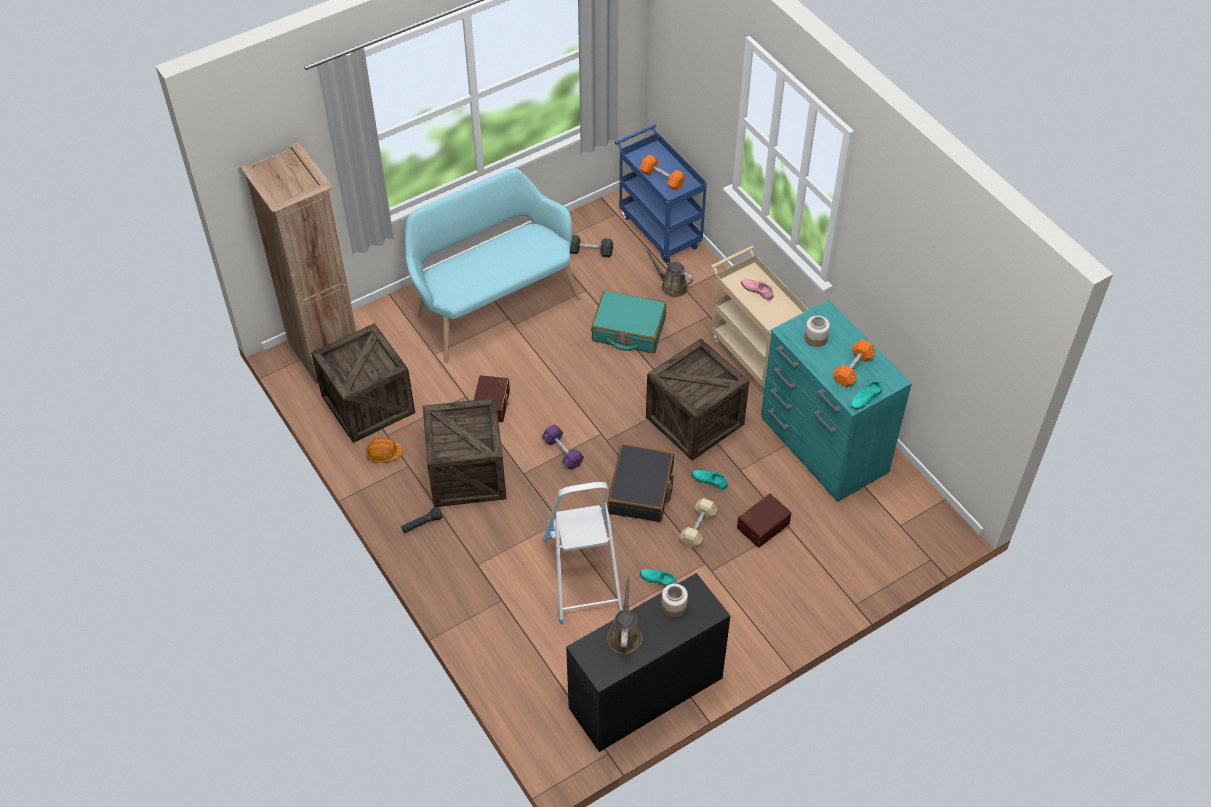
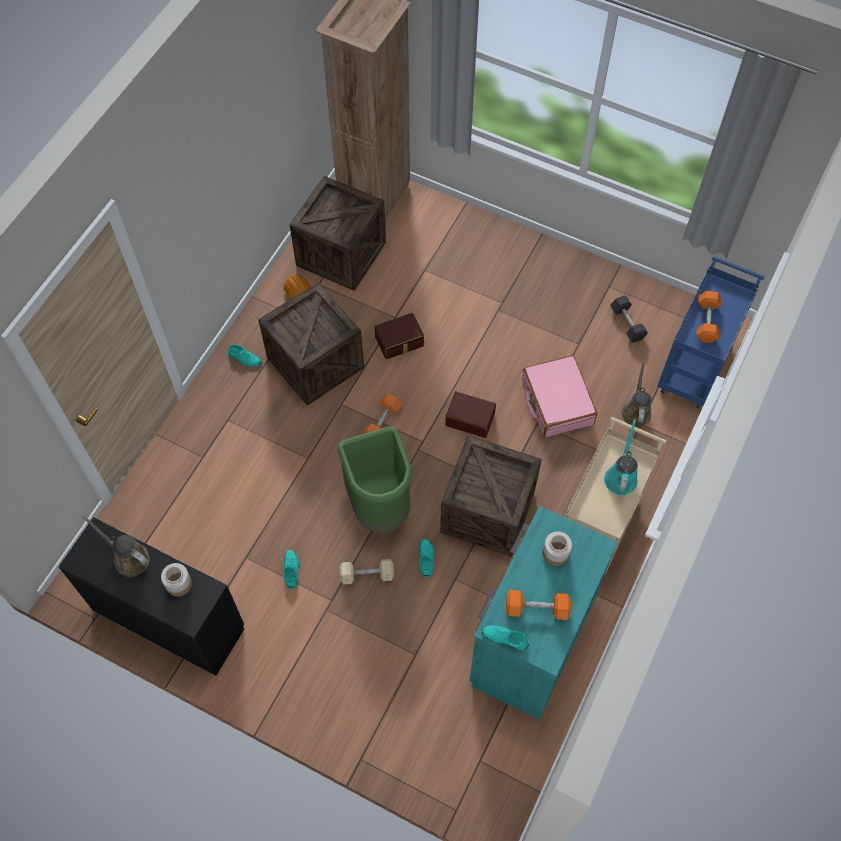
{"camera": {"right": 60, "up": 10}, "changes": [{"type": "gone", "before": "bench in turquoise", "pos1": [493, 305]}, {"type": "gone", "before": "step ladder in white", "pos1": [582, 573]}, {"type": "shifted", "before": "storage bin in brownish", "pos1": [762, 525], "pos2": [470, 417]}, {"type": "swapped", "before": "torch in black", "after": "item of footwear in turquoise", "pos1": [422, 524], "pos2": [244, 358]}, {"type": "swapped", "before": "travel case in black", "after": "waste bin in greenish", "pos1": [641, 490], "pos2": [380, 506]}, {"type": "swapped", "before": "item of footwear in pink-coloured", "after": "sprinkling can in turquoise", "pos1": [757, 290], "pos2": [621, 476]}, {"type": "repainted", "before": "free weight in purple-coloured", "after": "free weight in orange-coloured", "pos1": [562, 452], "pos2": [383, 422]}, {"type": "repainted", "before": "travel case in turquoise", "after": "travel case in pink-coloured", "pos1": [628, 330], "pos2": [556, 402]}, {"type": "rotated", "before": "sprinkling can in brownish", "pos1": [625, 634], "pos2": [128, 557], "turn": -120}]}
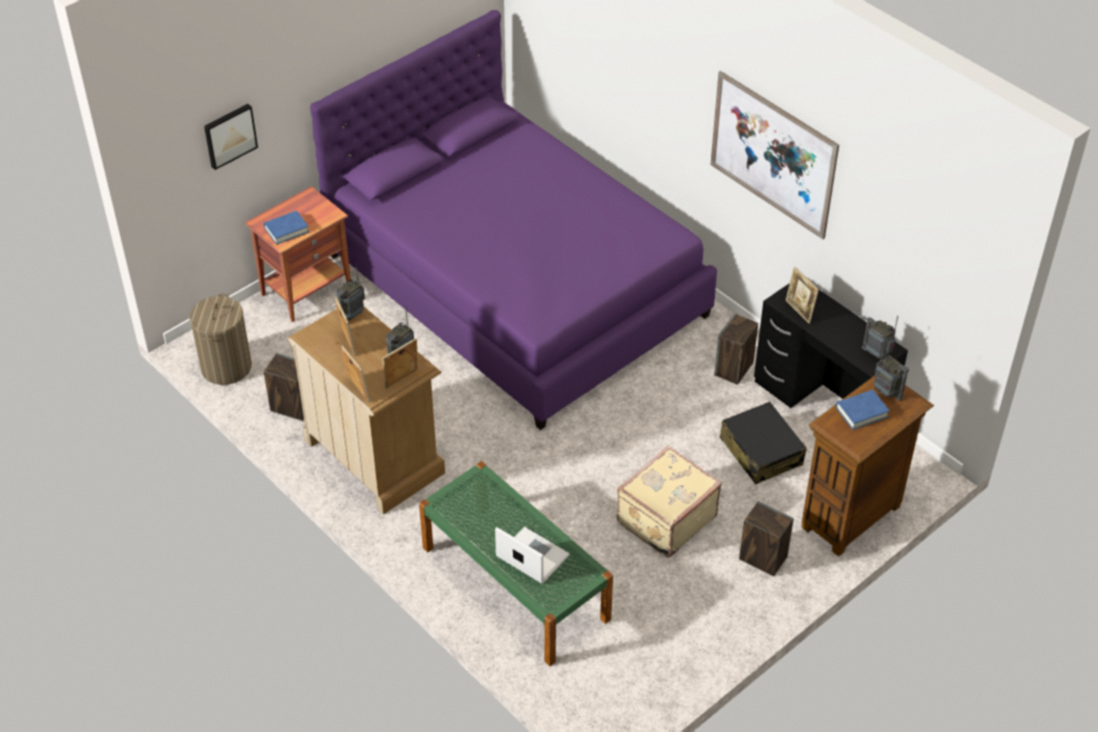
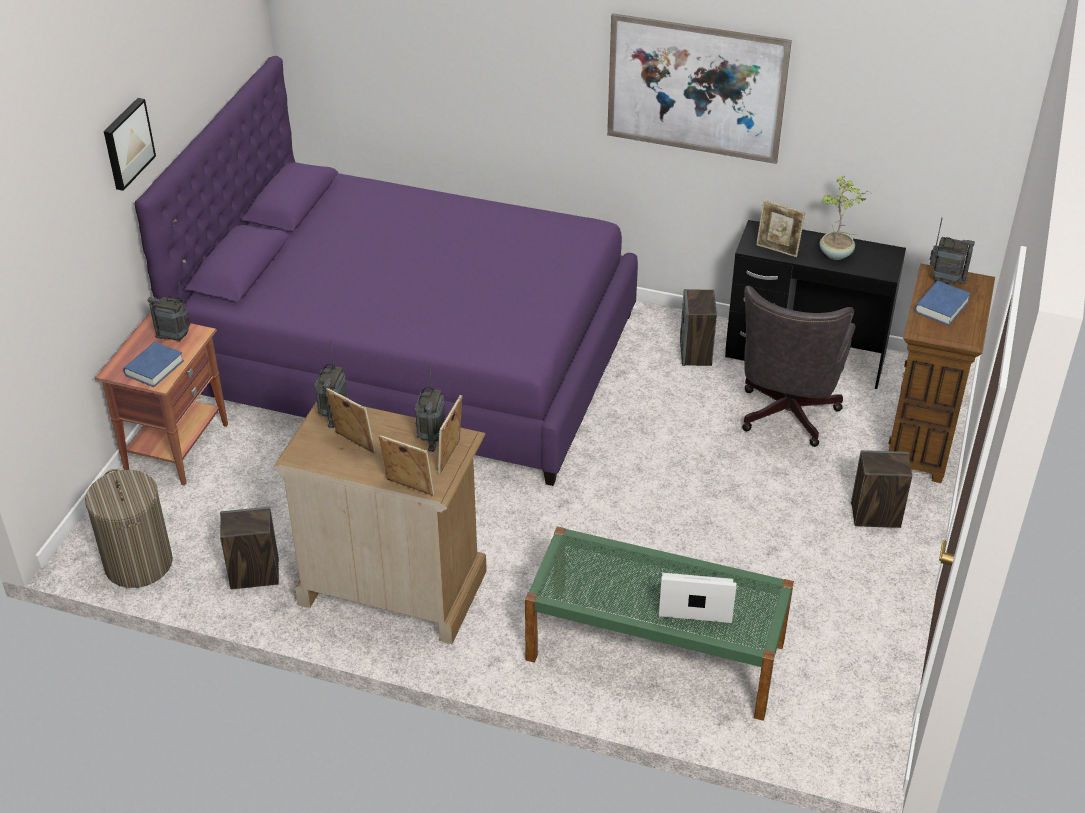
{"camera": {"right": -30, "up": -5}, "changes": [{"type": "gone", "before": "travel case in sand-coloured", "pos1": [665, 519]}, {"type": "new", "after": "plant in a pot", "pos2": [836, 254]}, {"type": "shifted", "before": "wall art", "pos1": [229, 135], "pos2": [127, 143]}, {"type": "shifted", "before": "radio receiver", "pos1": [877, 354], "pos2": [175, 338]}, {"type": "swapped", "before": "travel case in black", "after": "office chair in gray", "pos1": [761, 451], "pos2": [786, 417]}]}
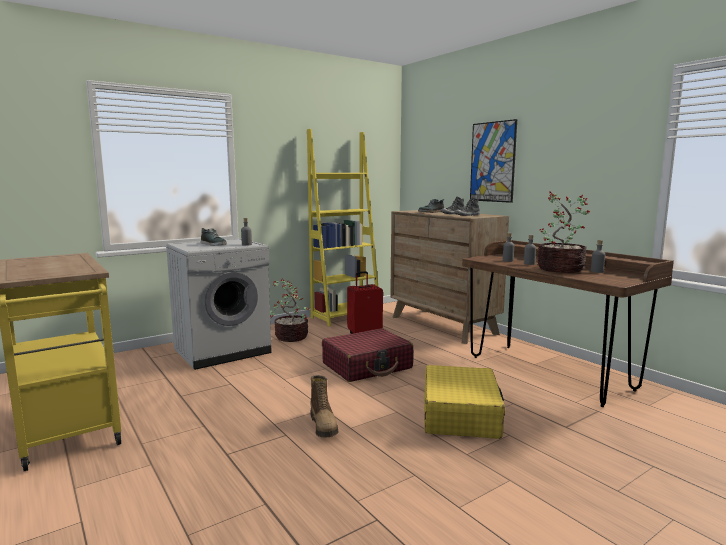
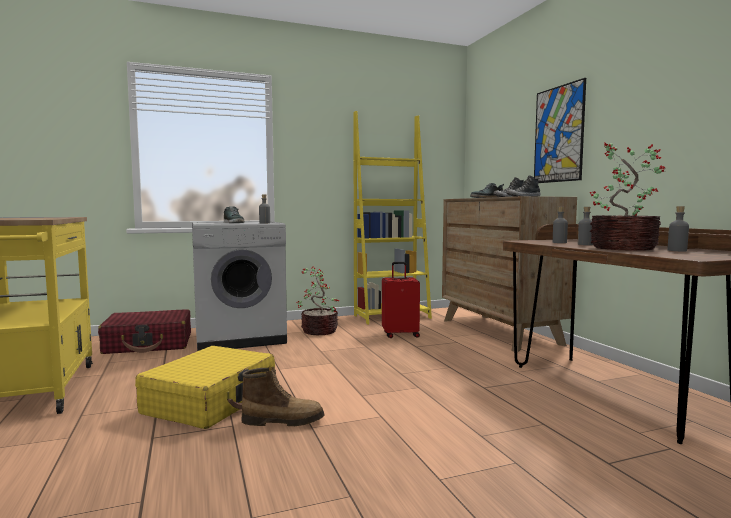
{"camera": {"right": 15, "up": -5}, "changes": [{"type": "shifted", "before": "travel case in reddish", "pos1": [367, 366], "pos2": [149, 344]}, {"type": "shifted", "before": "travel case in yellowish", "pos1": [460, 414], "pos2": [211, 401]}, {"type": "rotated", "before": "high-top boot", "pos1": [324, 425], "pos2": [283, 421], "turn": -90}]}
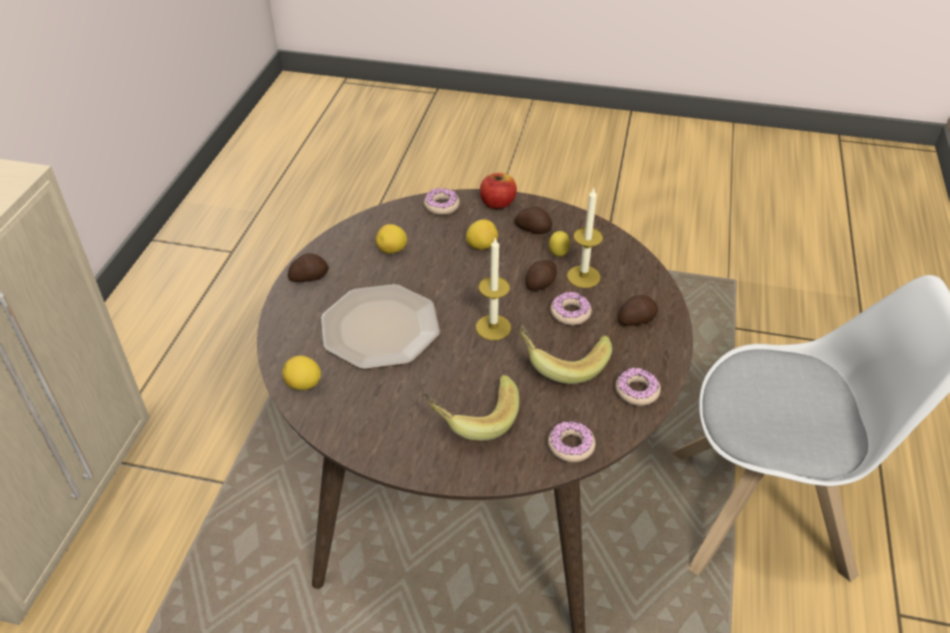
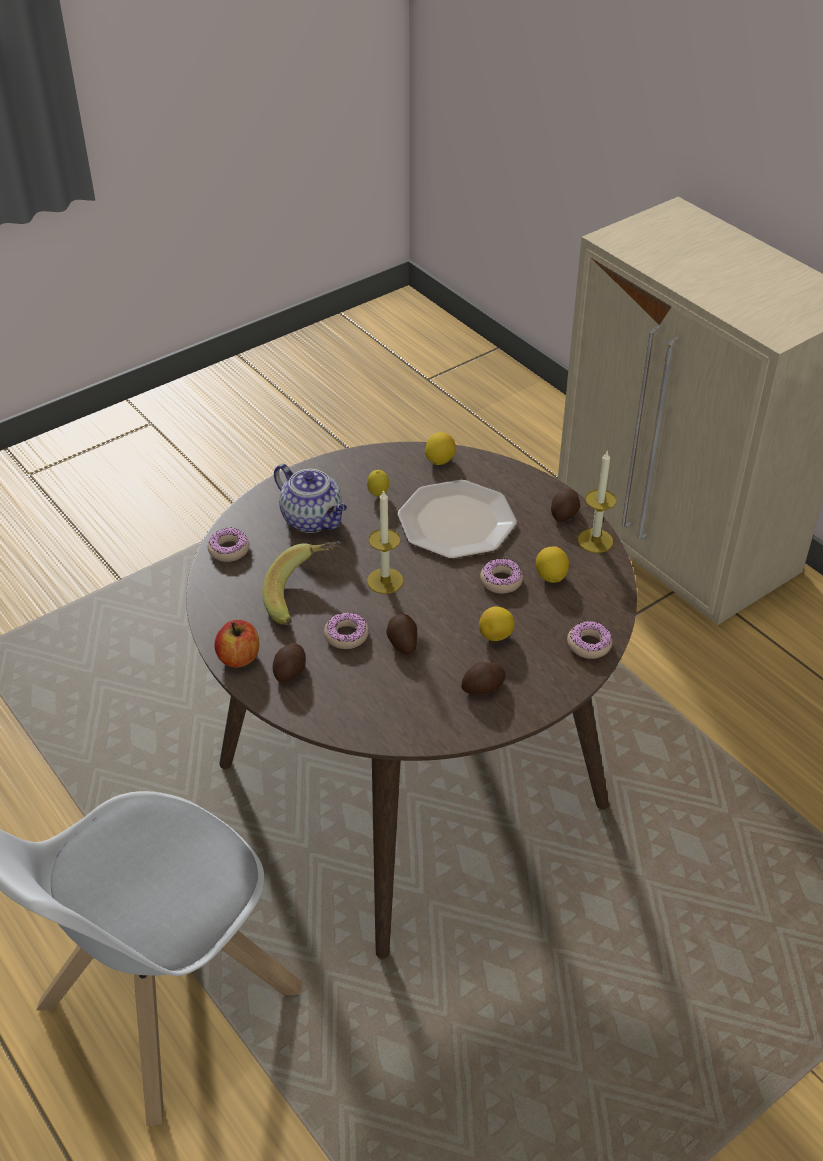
{"camera": {"right": 130, "up": 0}, "changes": [{"type": "shifted", "before": "apple", "pos1": [497, 203], "pos2": [239, 657]}, {"type": "shifted", "before": "lemon", "pos1": [558, 255], "pos2": [378, 495]}, {"type": "shifted", "before": "wax light", "pos1": [583, 276], "pos2": [595, 541]}, {"type": "shifted", "before": "doughnut", "pos1": [637, 391], "pos2": [501, 581]}, {"type": "swapped", "before": "banana fruit", "after": "teapot", "pos1": [472, 416], "pos2": [313, 520]}]}
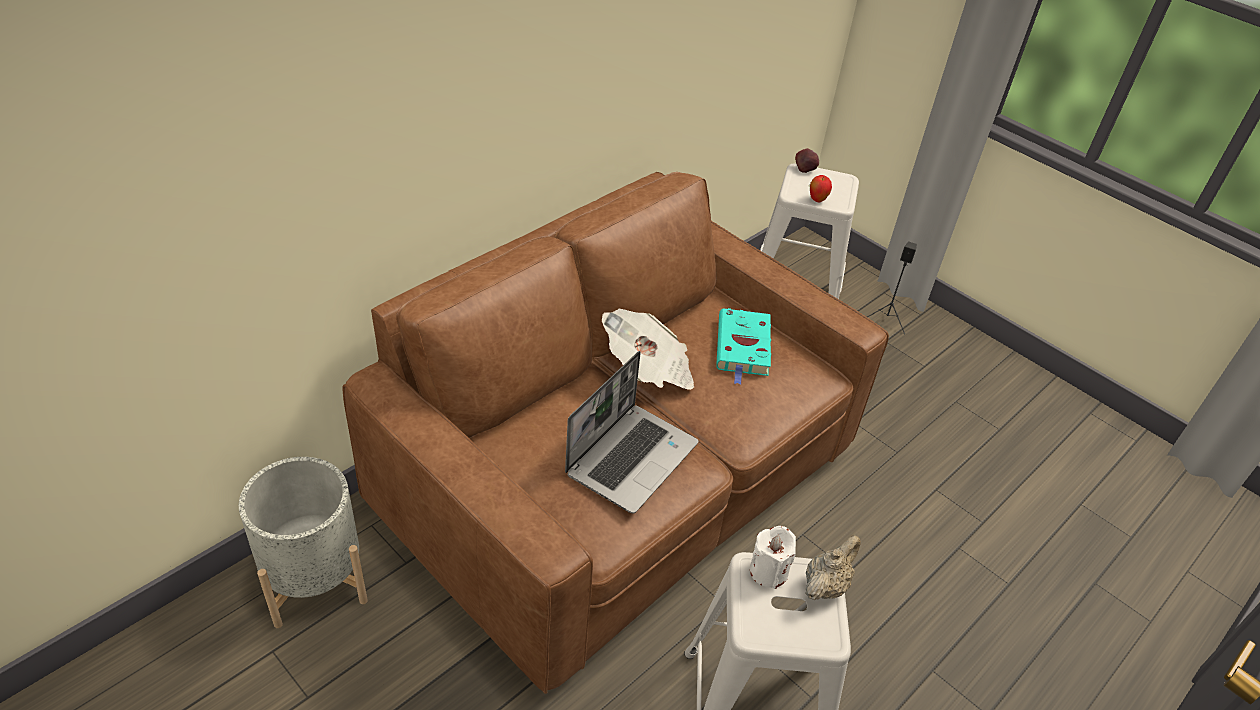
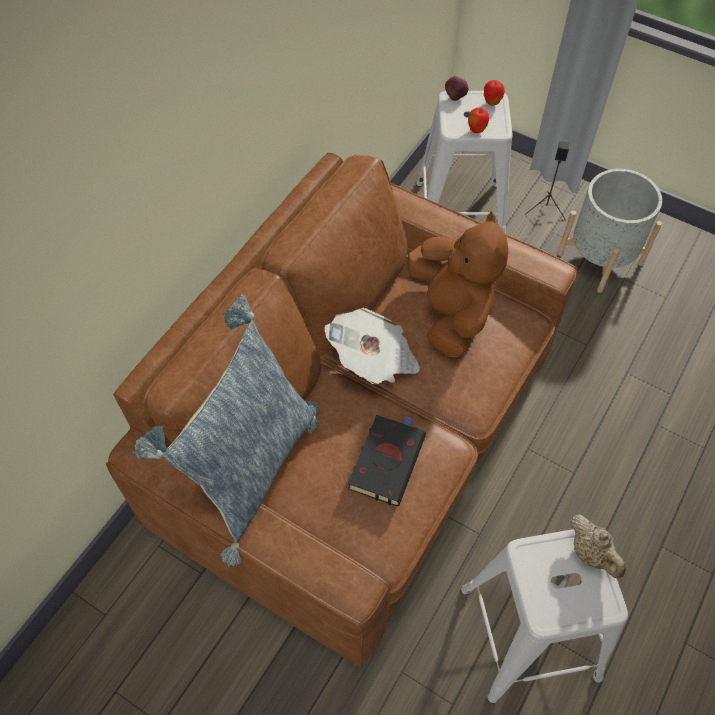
{"camera": {"right": -10, "up": 15}, "changes": [{"type": "gone", "before": "wax light in white", "pos1": [768, 571]}, {"type": "new", "after": "pillow", "pos2": [249, 474]}, {"type": "new", "after": "apple", "pos2": [491, 103]}, {"type": "shifted", "before": "plant pot in gray", "pos1": [315, 579], "pos2": [600, 258]}, {"type": "swapped", "before": "portable computer", "after": "bound book in black", "pos1": [631, 457], "pos2": [387, 460]}, {"type": "swapped", "before": "bound book in turquoise", "after": "cuddly toy in brownish", "pos1": [743, 348], "pos2": [451, 313]}, {"type": "rotated", "before": "teapot in sand-coloured", "pos1": [825, 585], "pos2": [592, 553], "turn": 120}]}
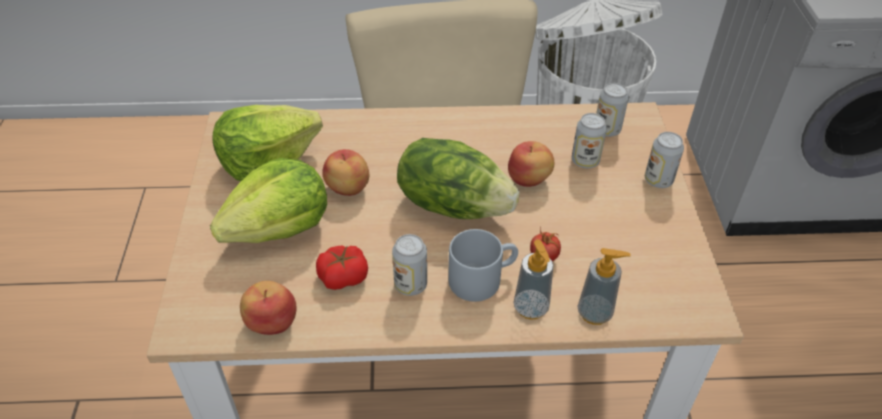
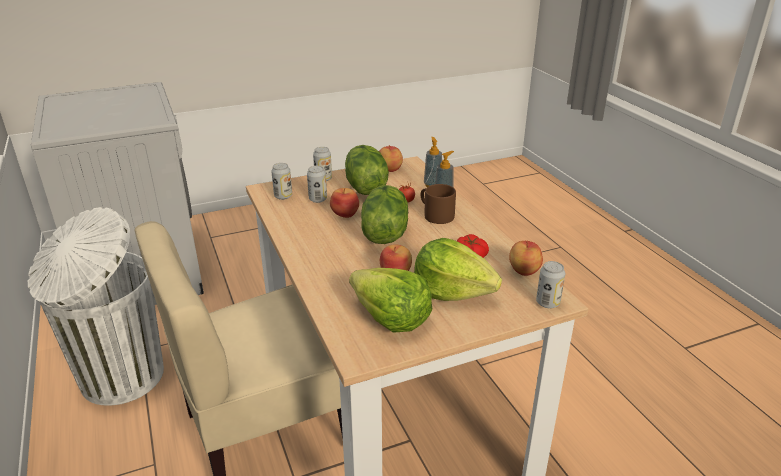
{"camera": {"right": -110, "up": -15}, "changes": [{"type": "new", "after": "lettuce", "pos2": [364, 187]}, {"type": "new", "after": "apple", "pos2": [389, 169]}, {"type": "shifted", "before": "sealed can", "pos1": [410, 285], "pos2": [547, 303]}, {"type": "repainted", "before": "mug in gray", "after": "mug in brownish", "pos1": [482, 277], "pos2": [434, 215]}]}
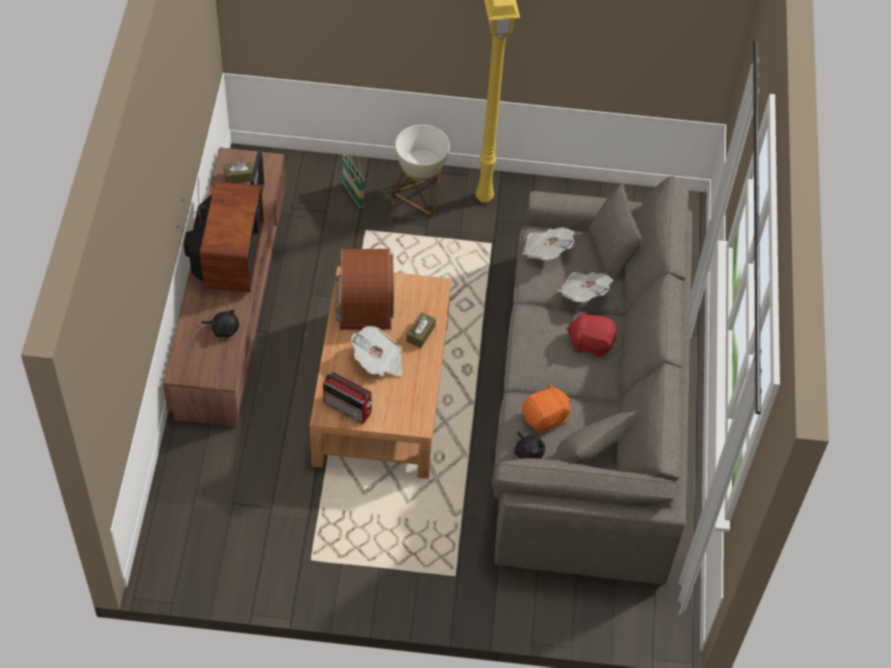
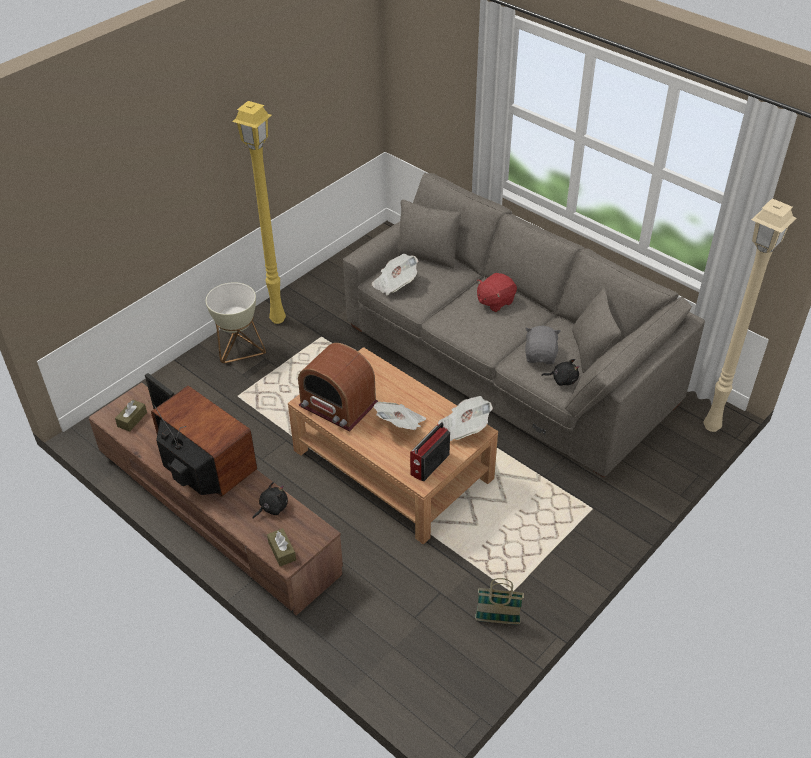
{"camera": {"right": -50, "up": -10}, "changes": [{"type": "new", "after": "floor lamp in sand-coloured", "pos2": [713, 426]}, {"type": "shifted", "before": "basket", "pos1": [353, 195], "pos2": [497, 620]}, {"type": "shifted", "before": "box of tissues in brownish", "pos1": [420, 334], "pos2": [282, 551]}, {"type": "shifted", "before": "printed paper", "pos1": [583, 293], "pos2": [464, 428]}, {"type": "repainted", "before": "cuddly toy in orange-coloured", "after": "cuddly toy in gray", "pos1": [545, 418], "pos2": [540, 355]}, {"type": "rotated", "before": "radio receiver", "pos1": [348, 408], "pos2": [429, 465], "turn": 150}]}
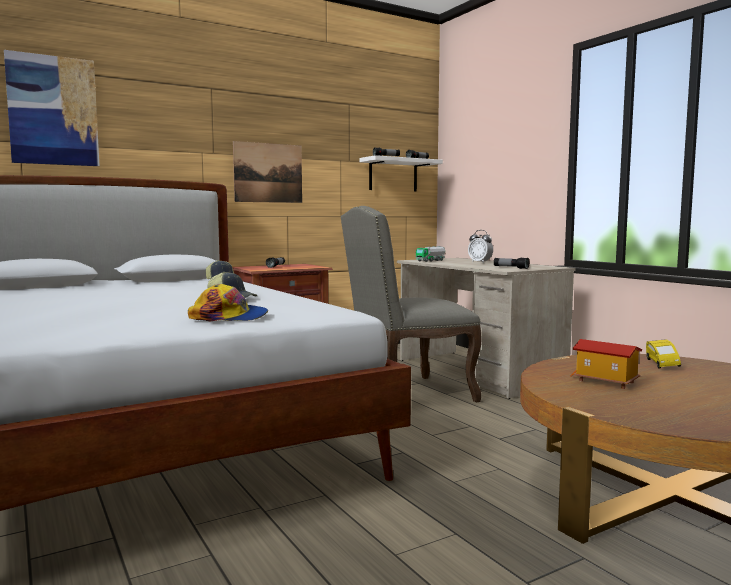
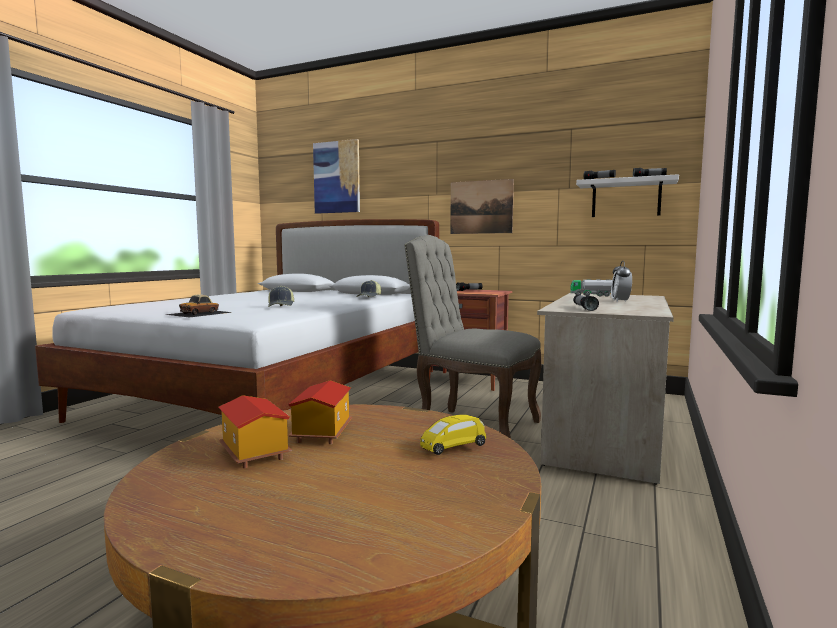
{"camera": {"right": 55, "up": 0}, "changes": [{"type": "new", "after": "miniature house", "pos2": [253, 454]}, {"type": "swapped", "before": "baseball cap", "after": "model car", "pos1": [230, 317], "pos2": [199, 313]}]}
